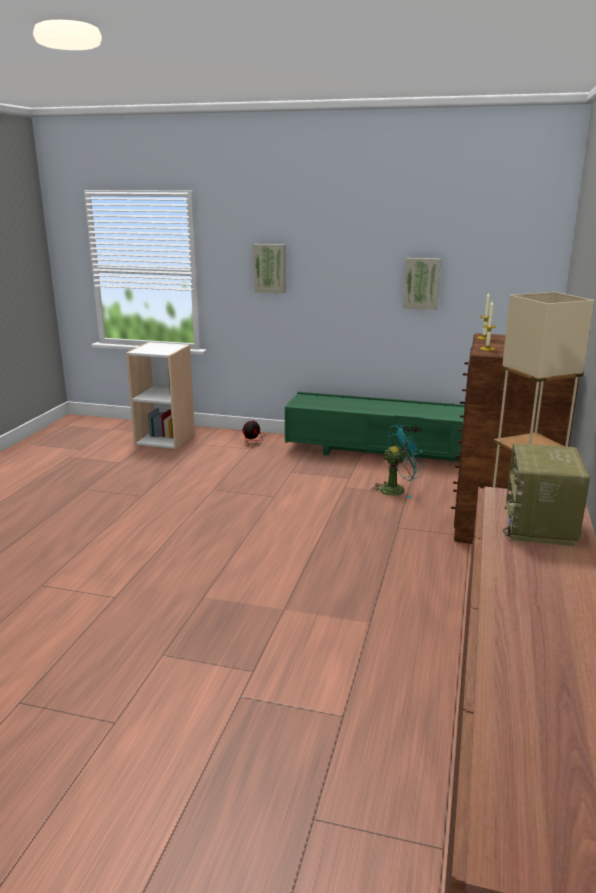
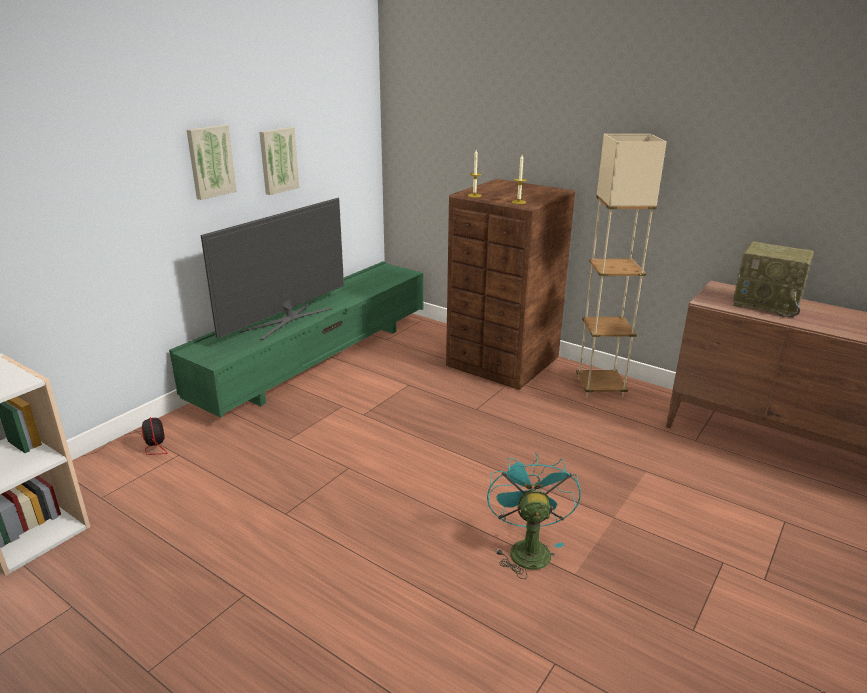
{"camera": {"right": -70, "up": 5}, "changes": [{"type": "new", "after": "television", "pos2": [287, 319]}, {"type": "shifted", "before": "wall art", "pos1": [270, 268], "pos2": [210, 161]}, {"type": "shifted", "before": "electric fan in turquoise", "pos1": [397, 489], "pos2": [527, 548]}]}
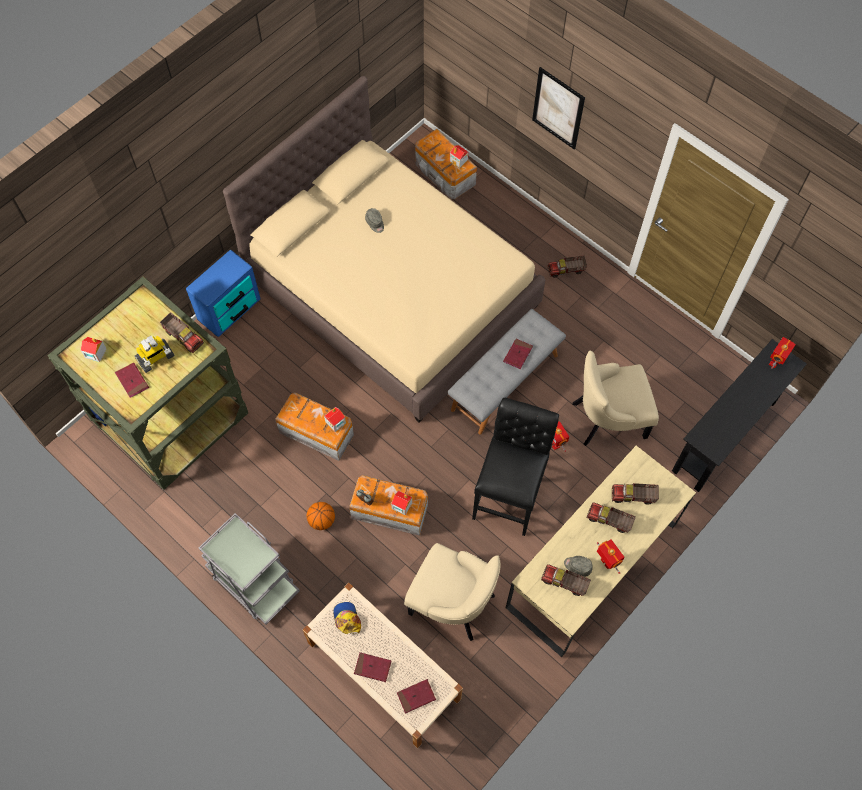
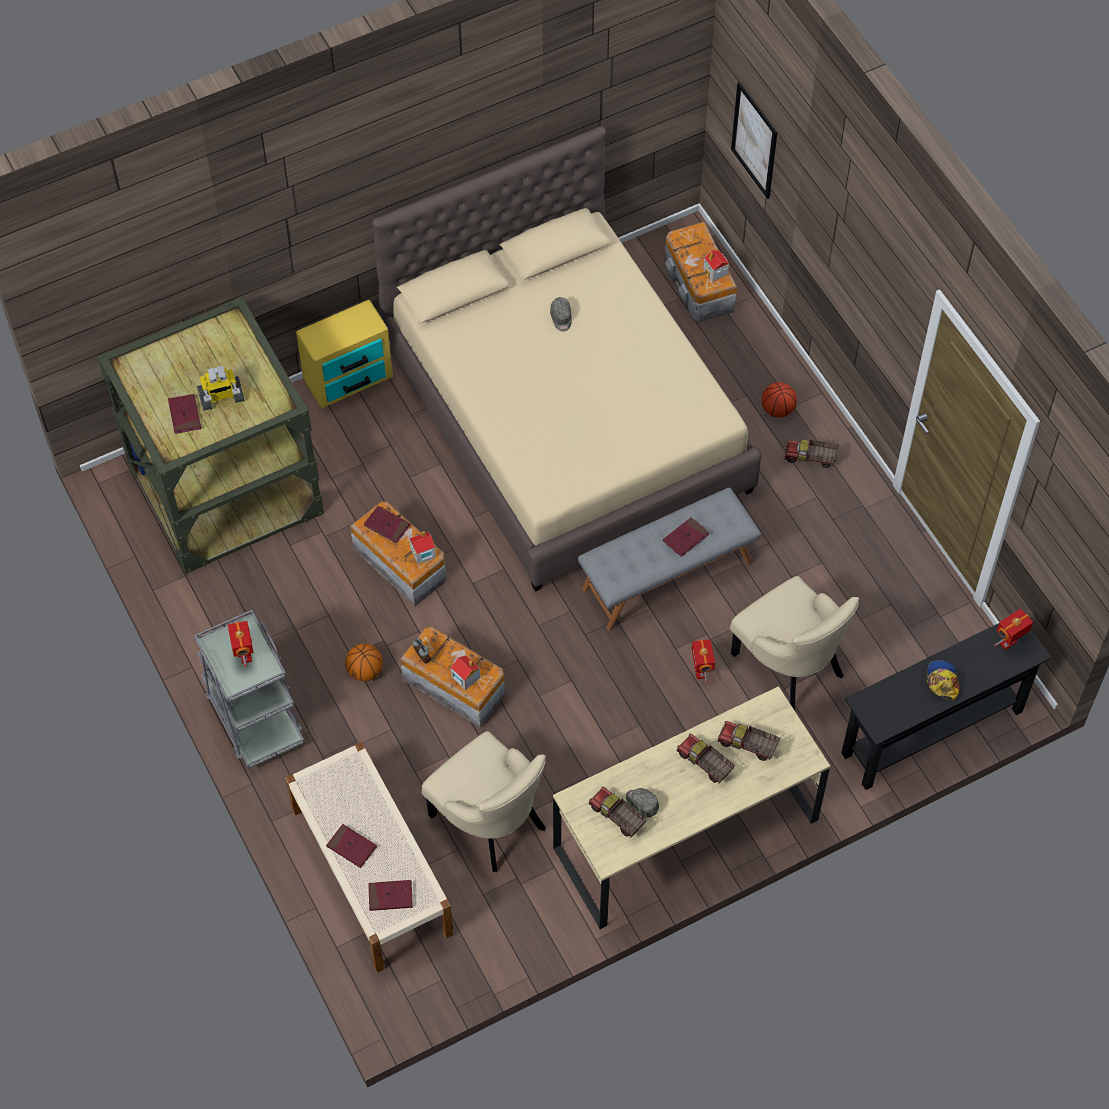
{"camera": {"right": 20, "up": -5}, "changes": [{"type": "gone", "before": "miniature house", "pos1": [95, 353]}, {"type": "gone", "before": "toy lorry", "pos1": [183, 336]}, {"type": "gone", "before": "stool in black", "pos1": [509, 495]}, {"type": "new", "after": "bound book in reddish", "pos2": [387, 525]}, {"type": "new", "after": "basketball", "pos2": [777, 409]}, {"type": "shifted", "before": "baseball cap", "pos1": [347, 619], "pos2": [942, 681]}, {"type": "shifted", "before": "wall art", "pos1": [558, 108], "pos2": [754, 140]}, {"type": "shifted", "before": "toy robot", "pos1": [606, 562], "pos2": [244, 656]}, {"type": "repainted", "before": "bedside table in blue-coloured", "after": "bedside table in yellowish", "pos1": [231, 312], "pos2": [349, 382]}, {"type": "rotated", "before": "upright chair in sand-coloured", "pos1": [610, 418], "pos2": [787, 662], "turn": -135}]}
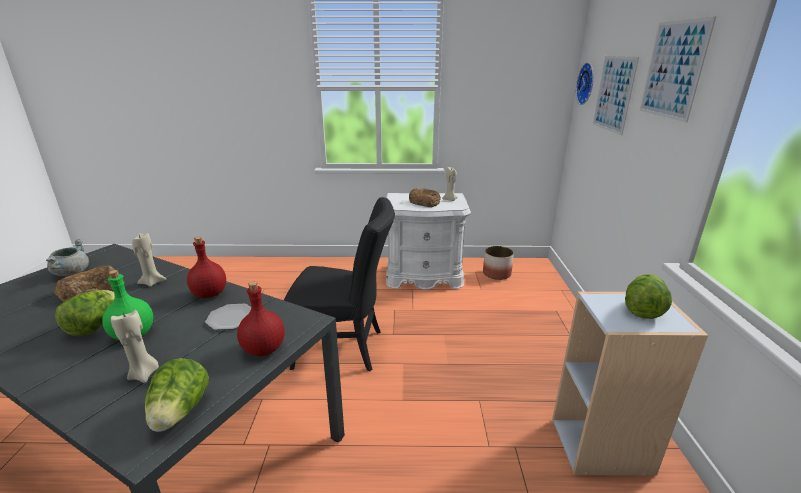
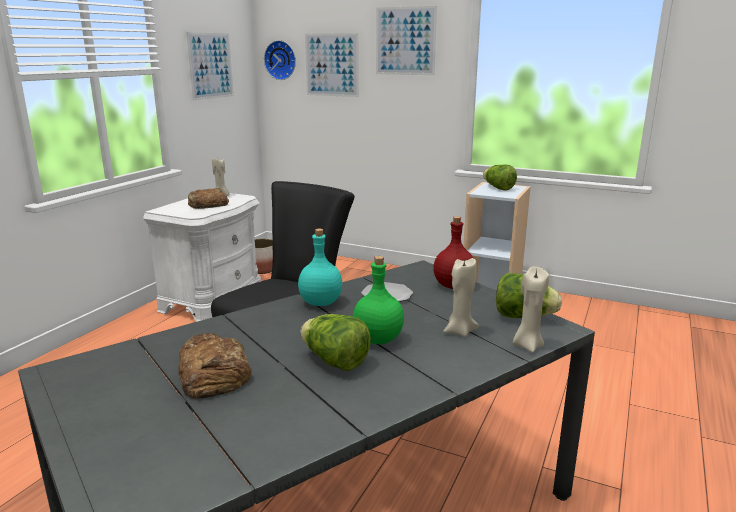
{"camera": {"right": -65, "up": -5}, "changes": [{"type": "gone", "before": "cooking pot in gray", "pos1": [72, 272]}, {"type": "new", "after": "wall art", "pos2": [211, 66]}, {"type": "shifted", "before": "wax light in sand-coloured", "pos1": [152, 282], "pos2": [527, 345]}, {"type": "repainted", "before": "drink bottle in reddish", "after": "drink bottle in turquoise", "pos1": [209, 294], "pos2": [321, 302]}]}
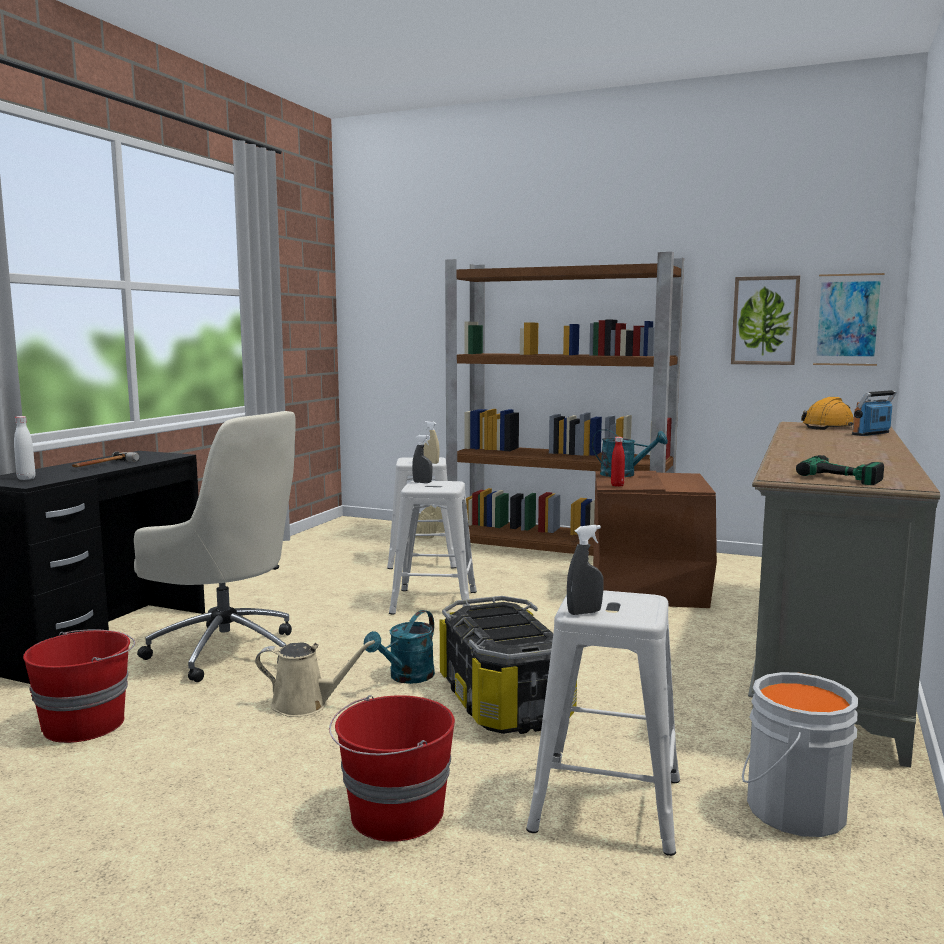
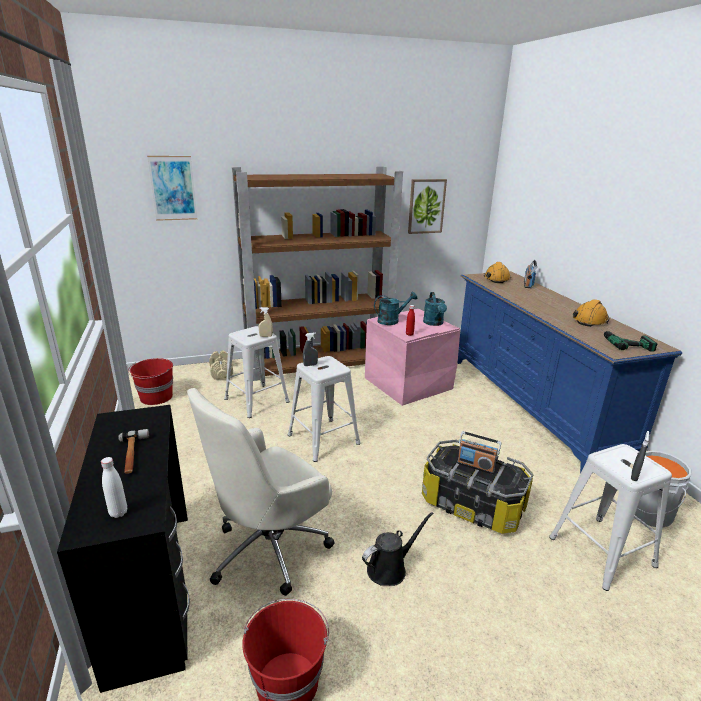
{"camera": {"right": -40, "up": 15}, "changes": [{"type": "new", "after": "radio receiver", "pos2": [475, 466]}, {"type": "new", "after": "safety helmet in orange-coloured", "pos2": [590, 320]}, {"type": "shifted", "before": "water bucket in reddish", "pos1": [395, 815], "pos2": [156, 397]}, {"type": "shifted", "before": "sprinkling can in turquoise", "pos1": [406, 677], "pos2": [434, 323]}, {"type": "shifted", "before": "wall art", "pos1": [847, 320], "pos2": [173, 188]}, {"type": "repainted", "before": "sprinkling can in sand-coloured", "after": "sprinkling can in black", "pos1": [305, 704], "pos2": [390, 568]}, {"type": "repainted", "before": "storage bin in brownish", "after": "storage bin in pink-coloured", "pos1": [649, 588], "pos2": [408, 382]}, {"type": "repainted", "before": "storage cabinet in gray", "after": "storage cabinet in blue-coloured", "pos1": [822, 653], "pos2": [531, 405]}, {"type": "rotated", "before": "office chair in sand-coloured", "pos1": [226, 652], "pos2": [269, 550], "turn": 150}]}
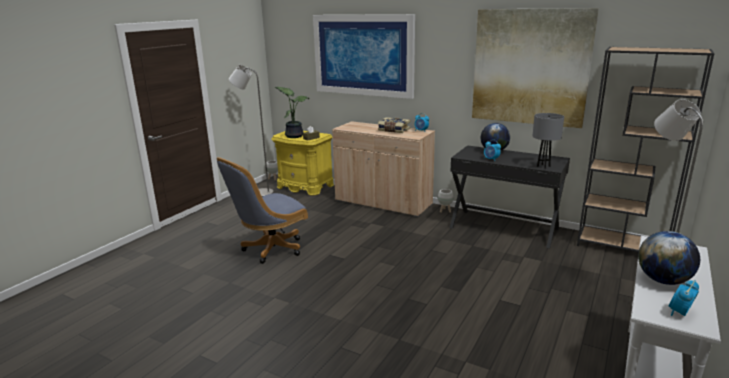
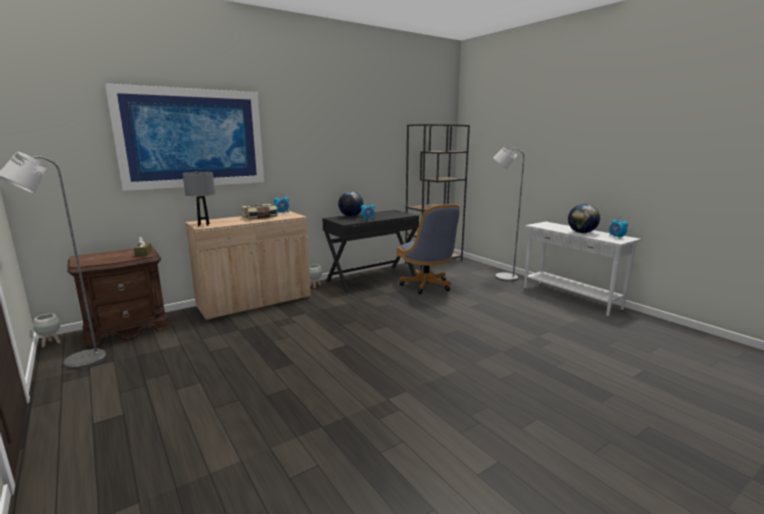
{"camera": {"right": -65, "up": -5}, "changes": [{"type": "gone", "before": "plant in a pot", "pos1": [294, 135]}, {"type": "gone", "before": "wall art", "pos1": [530, 67]}, {"type": "shifted", "before": "office chair in blue-coloured", "pos1": [268, 251], "pos2": [428, 287]}, {"type": "shifted", "before": "table lamp in gray", "pos1": [543, 166], "pos2": [203, 225]}, {"type": "repainted", "before": "bedside table in yellowish", "after": "bedside table in brownish", "pos1": [304, 187], "pos2": [128, 329]}]}
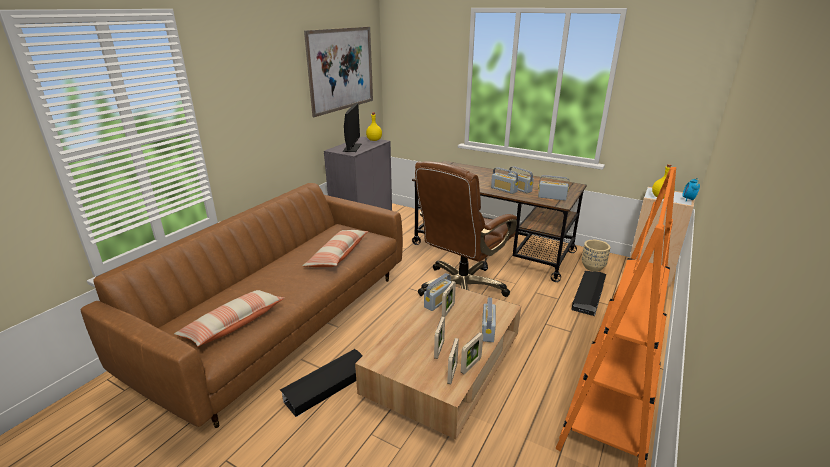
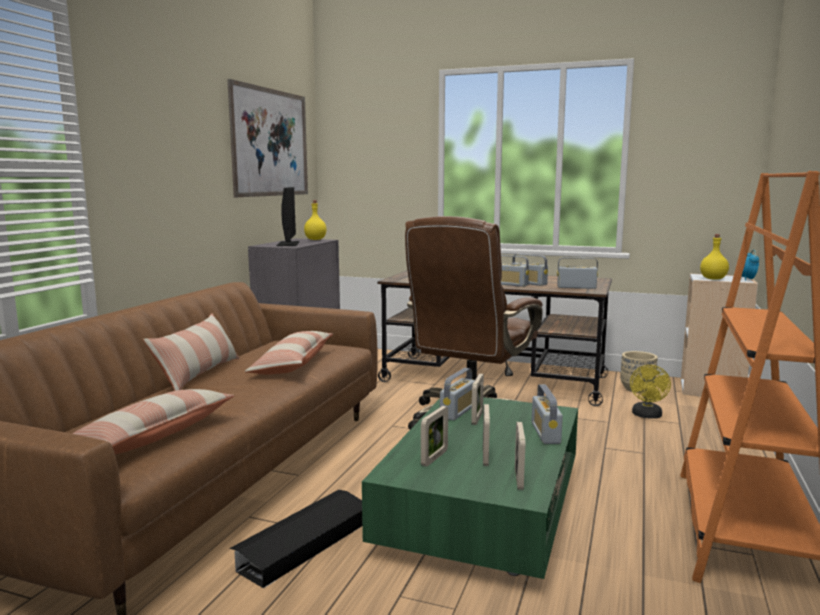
{"camera": {"right": -10, "up": -15}, "changes": [{"type": "new", "after": "pillow", "pos2": [198, 374]}, {"type": "shifted", "before": "standing frame", "pos1": [471, 365], "pos2": [434, 458]}, {"type": "swapped", "before": "storage bin in black", "after": "electric fan in yellowish", "pos1": [588, 295], "pos2": [647, 416]}, {"type": "repainted", "before": "lounge table in brownish", "after": "lounge table in greenish", "pos1": [444, 369], "pos2": [483, 508]}]}
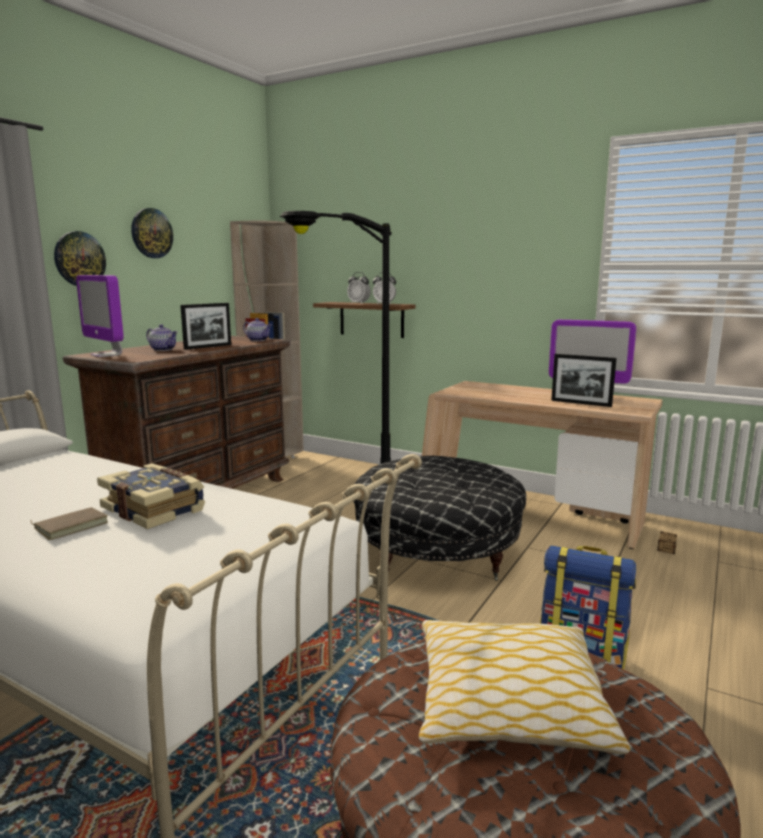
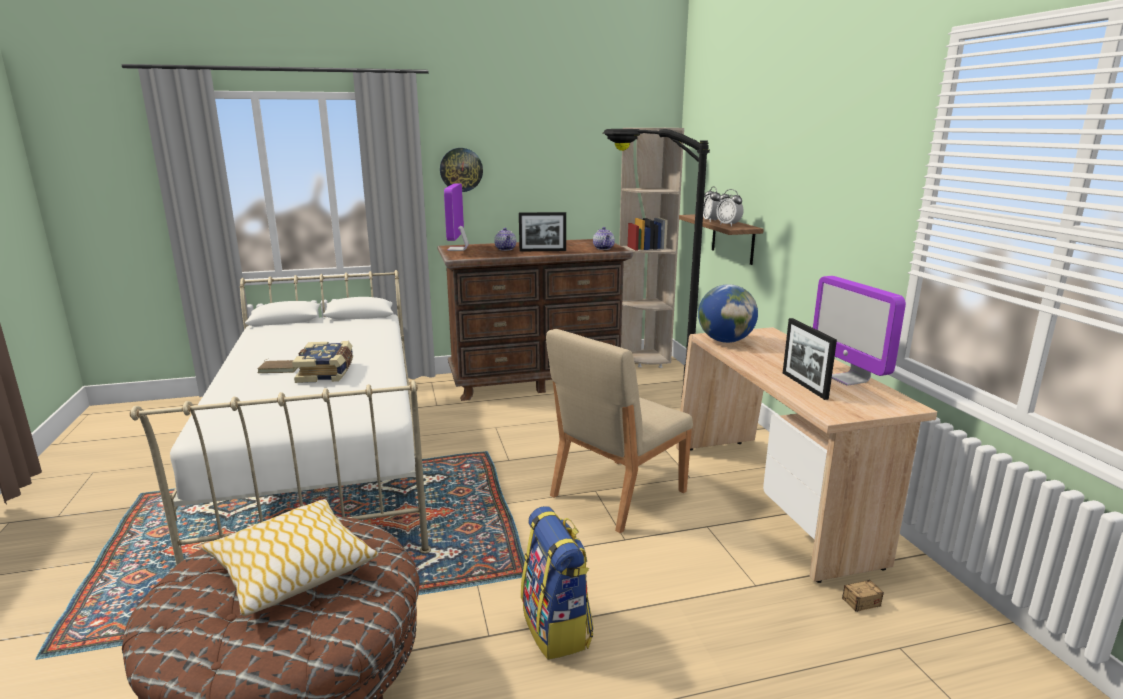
{"camera": {"right": 45, "up": 5}, "changes": [{"type": "gone", "before": "clock on the wall", "pos1": [151, 233]}, {"type": "new", "after": "globe", "pos2": [725, 341]}, {"type": "swapped", "before": "pouffe in black", "after": "upright chair in sand-coloured", "pos1": [436, 554], "pos2": [616, 494]}]}
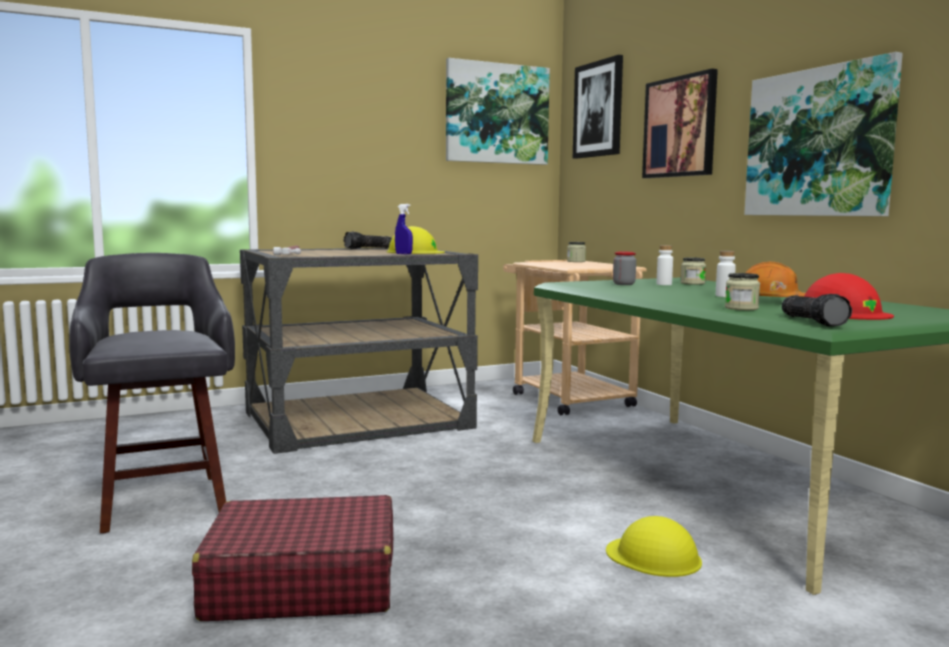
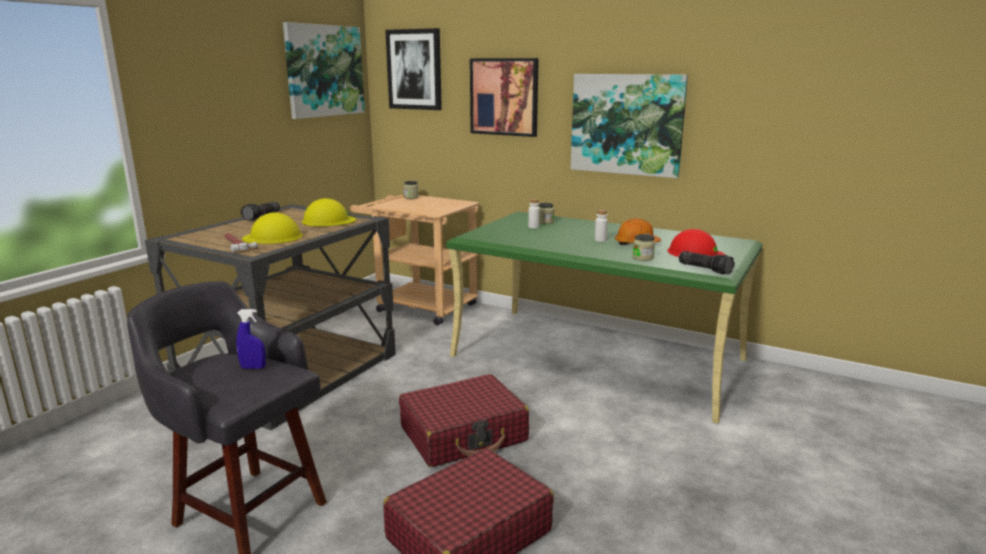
{"camera": {"right": -35, "up": 10}, "changes": [{"type": "gone", "before": "preserve jar", "pos1": [623, 284]}, {"type": "new", "after": "travel case in reddish", "pos2": [464, 434]}, {"type": "shifted", "before": "spray bottle in blue-coloured", "pos1": [403, 254], "pos2": [253, 367]}, {"type": "shifted", "before": "safety helmet in yellowish", "pos1": [653, 556], "pos2": [273, 237]}]}
